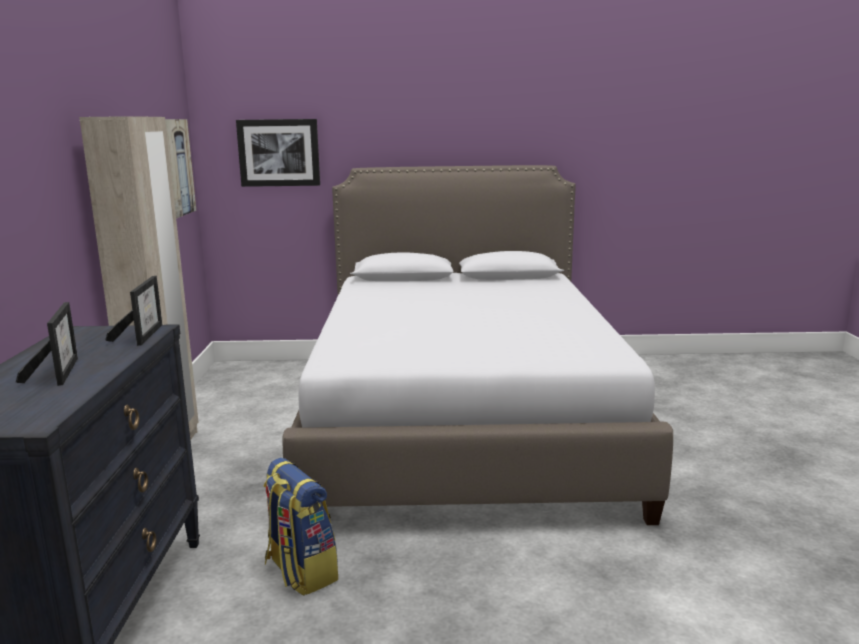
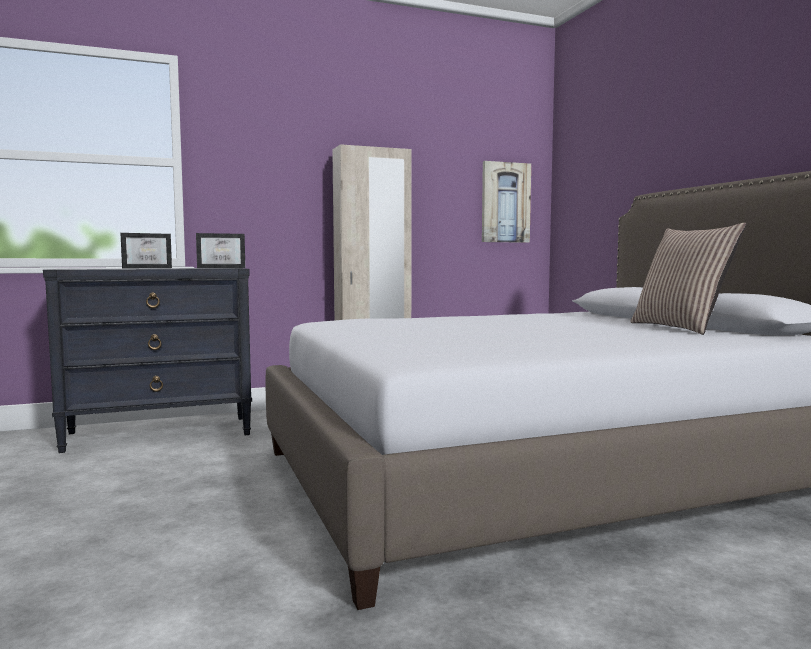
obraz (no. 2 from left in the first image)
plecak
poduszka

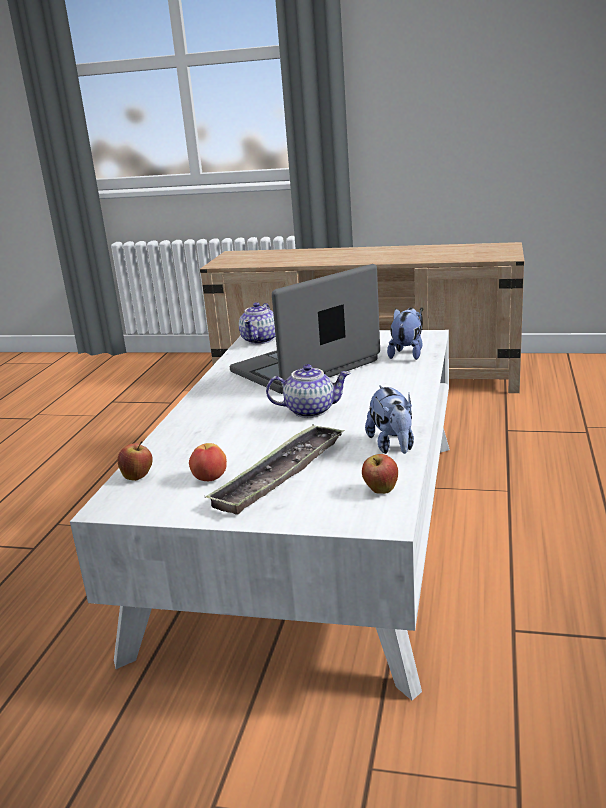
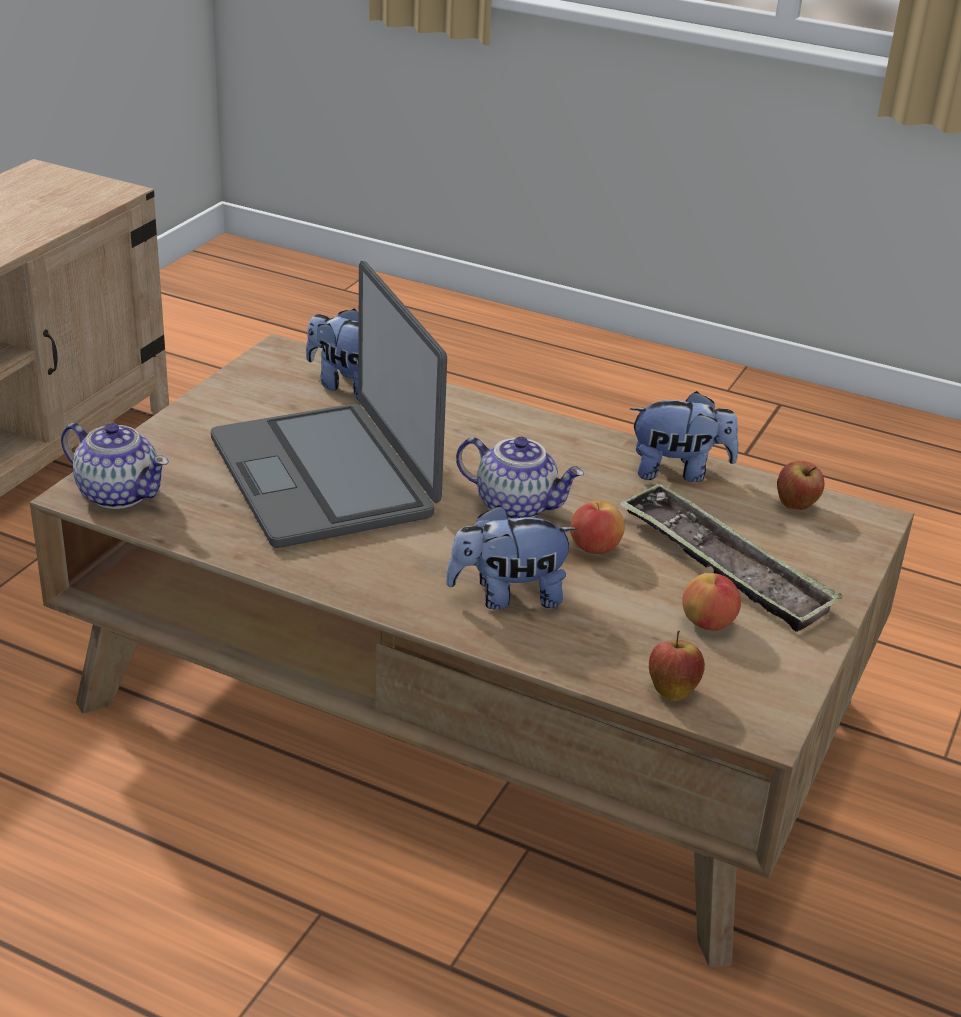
ława (brązowy)
imbryk (no. 2 from left)
jabłko (no. 1 from left)
pluszak (no. 2 from left)

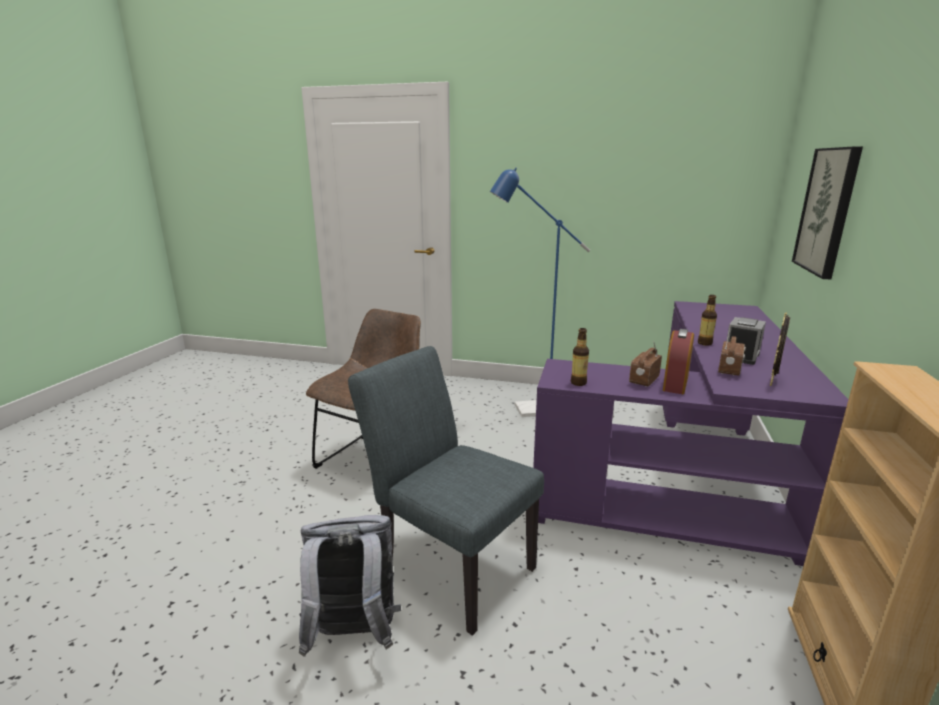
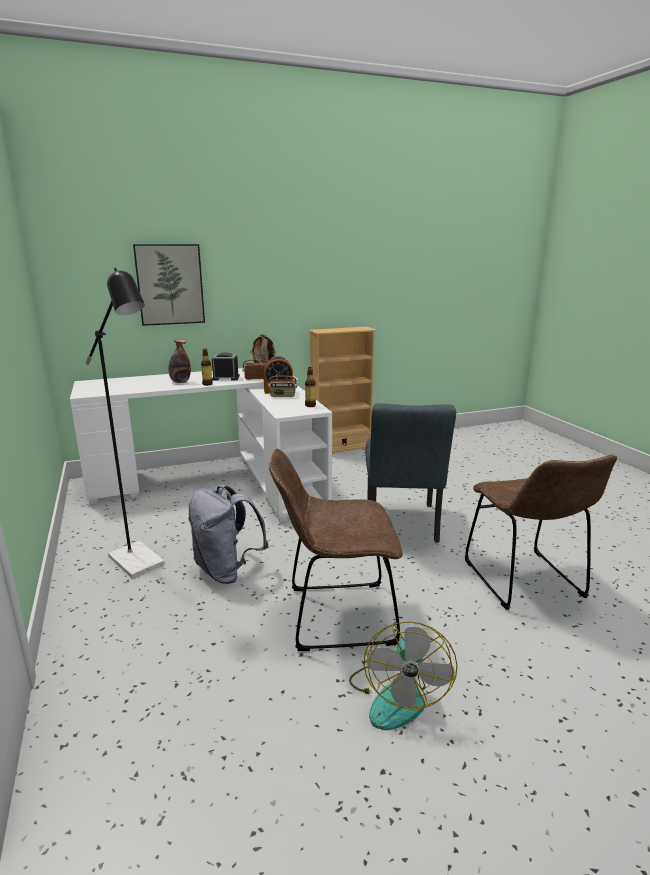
lampa stojąca (czarny)
biurko (biały)
plecak (szary)
butelka (no. 1 from left)
krzesło (brązowy) (no. 2 from left)
wentylator

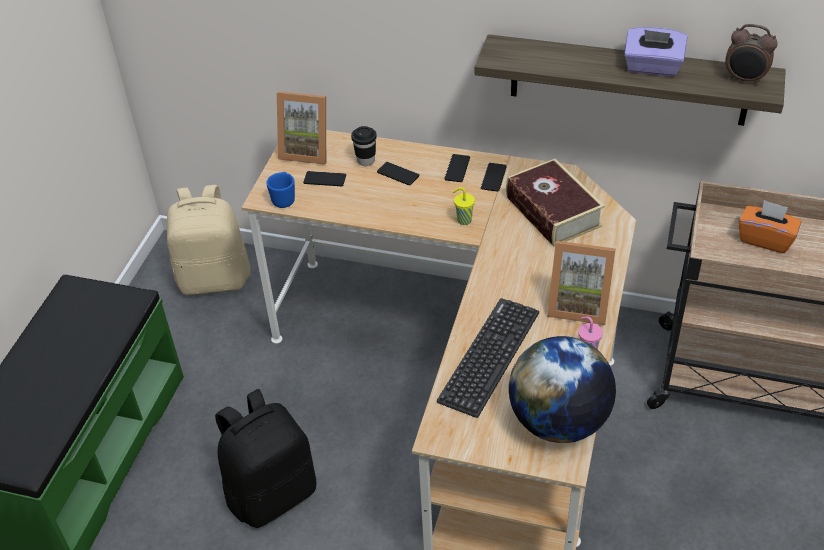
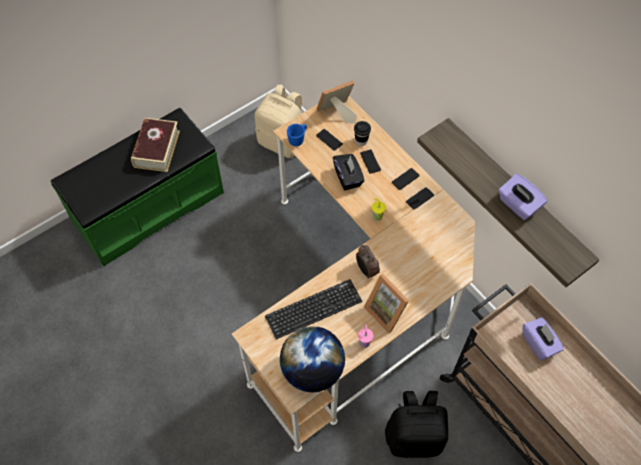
budzik
ramka na zdjęcie (no. 1 from left)
książka
pudełko chusteczek (fioletowy) (no. 2 from left)
plecak (czarny)
pudełko chusteczek (czarny)

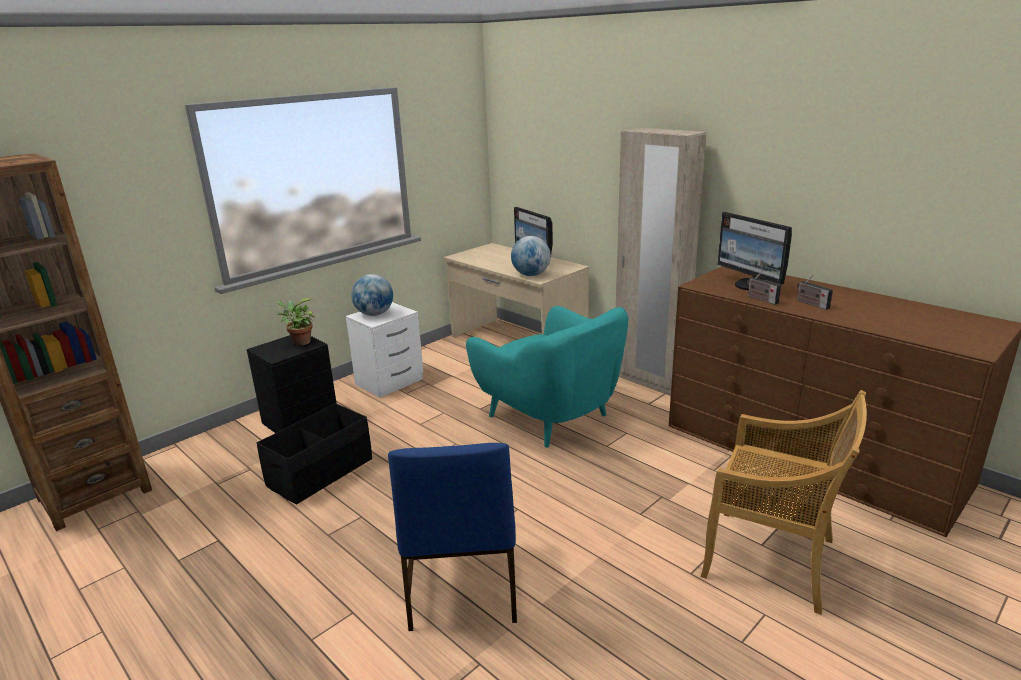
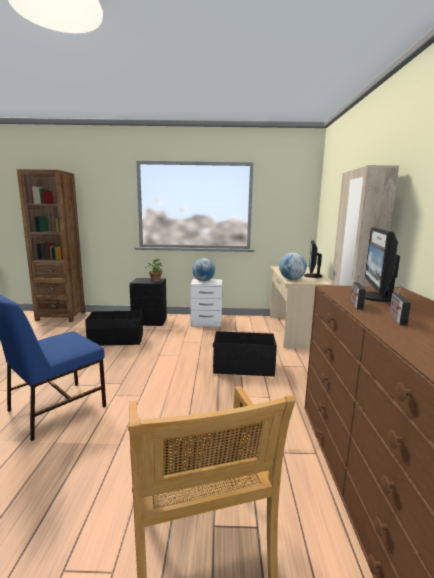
pojemnik do przechowywania (czarny) (no. 2 from left)

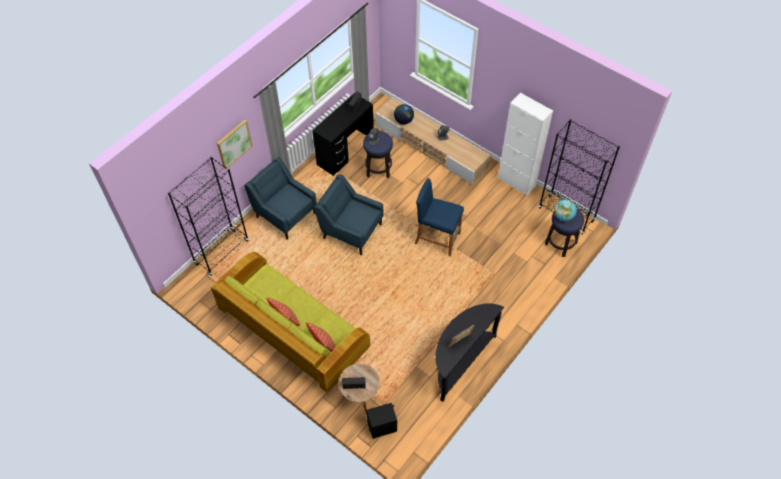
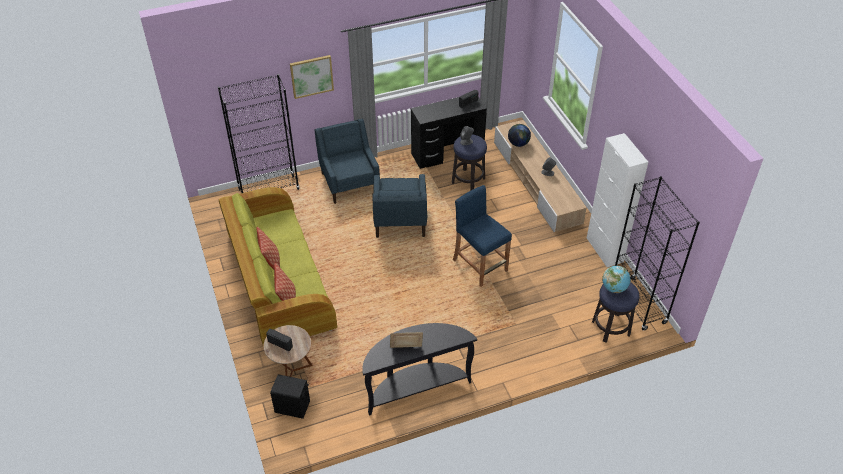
fotel (niebieski) (no. 2 from left)

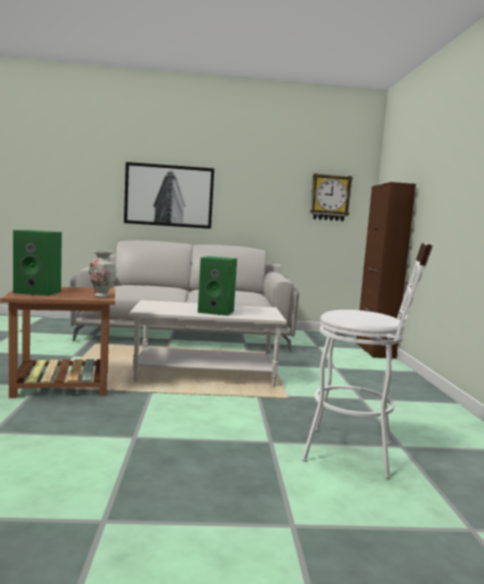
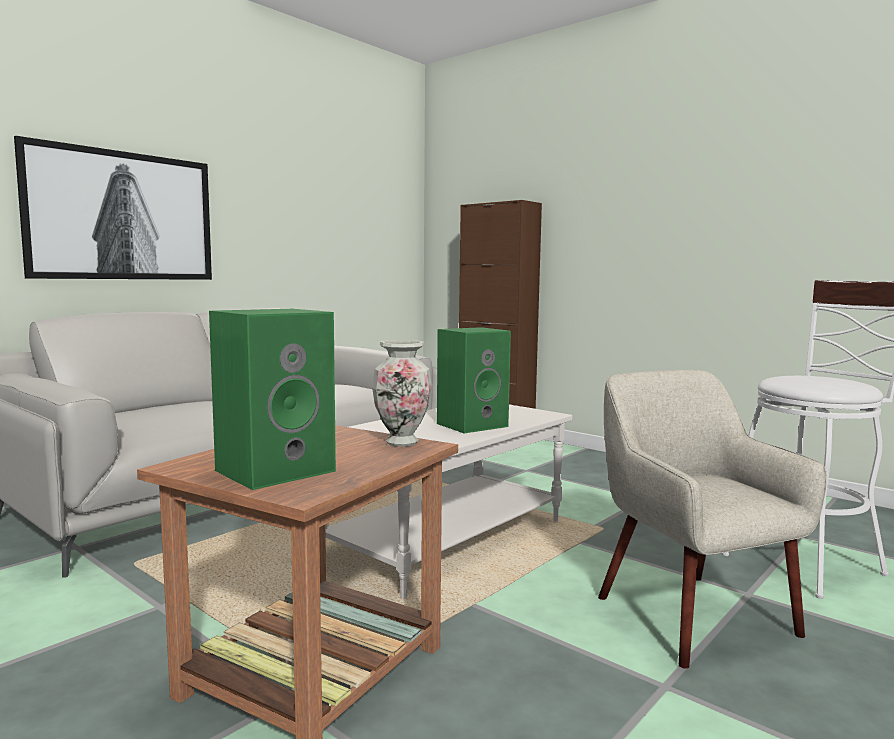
zegar ścienny
fotel (beżowy)

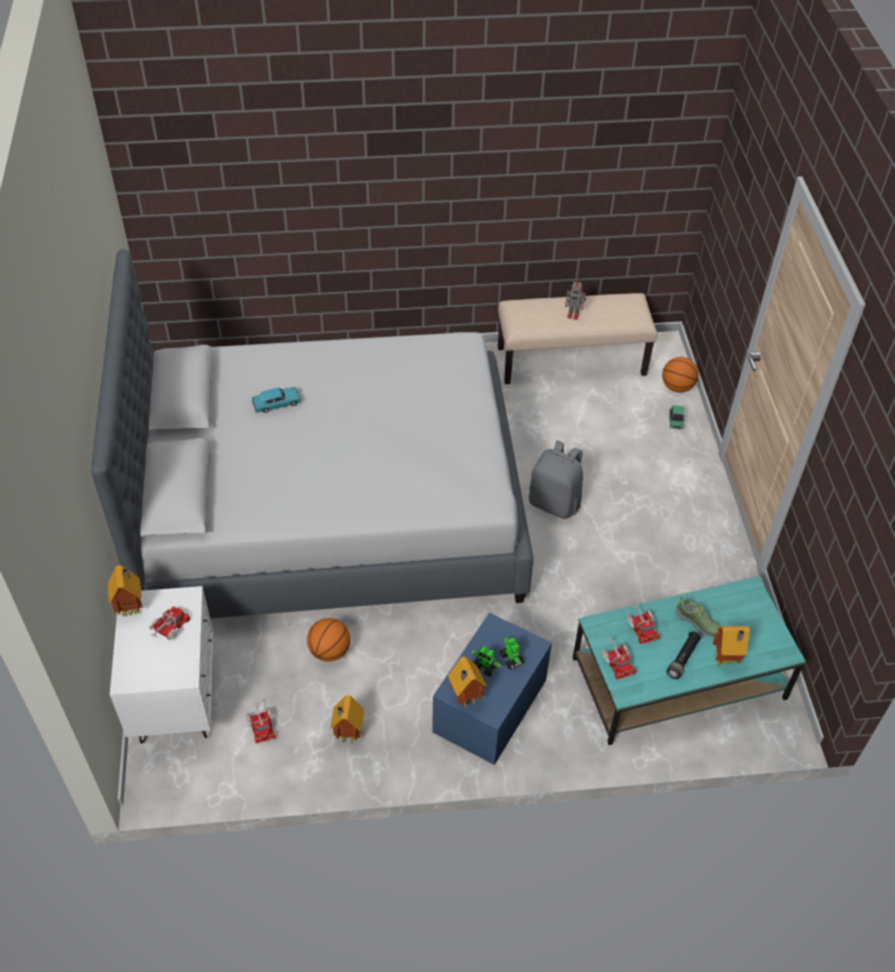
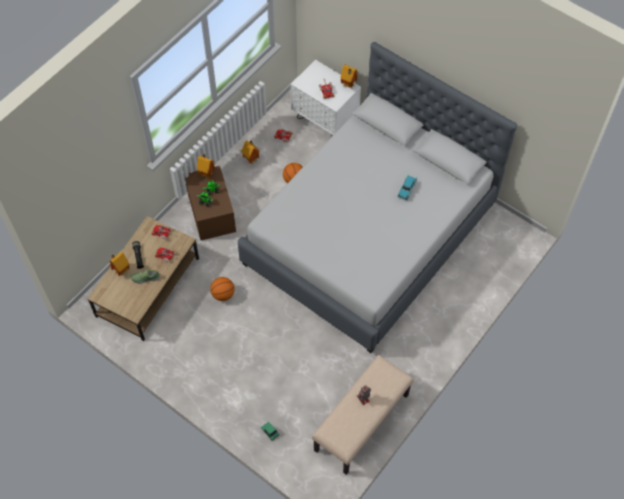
piłka do koszykówki (no. 1 from left)
plecak (szary)
ława (brązowy)
pojemnik do przechowywania (brązowy)

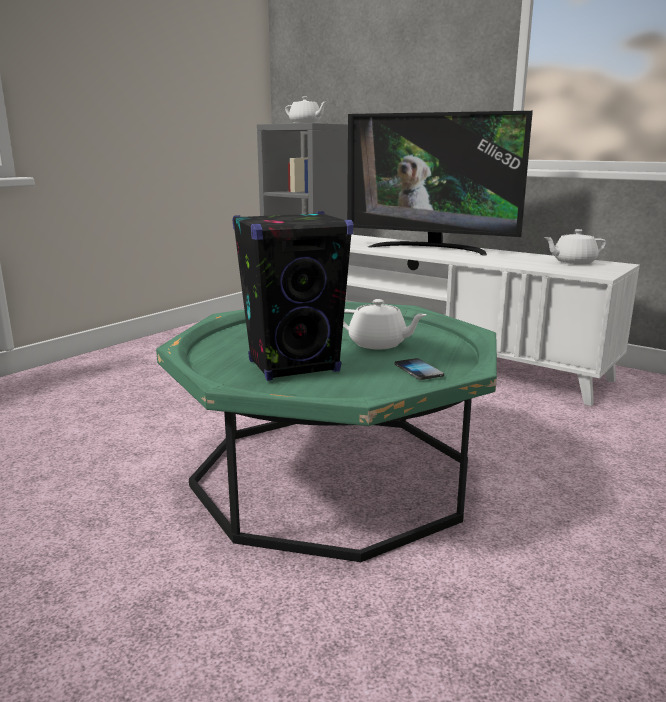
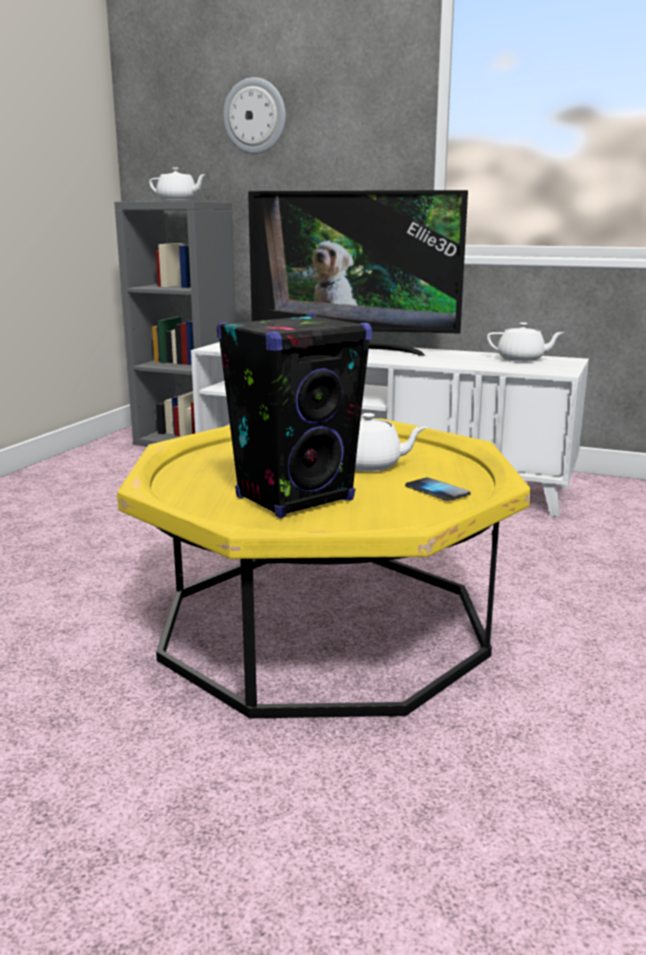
imbryk (biały) (no. 3 from left)
ława (żółty)
zegar ścienny

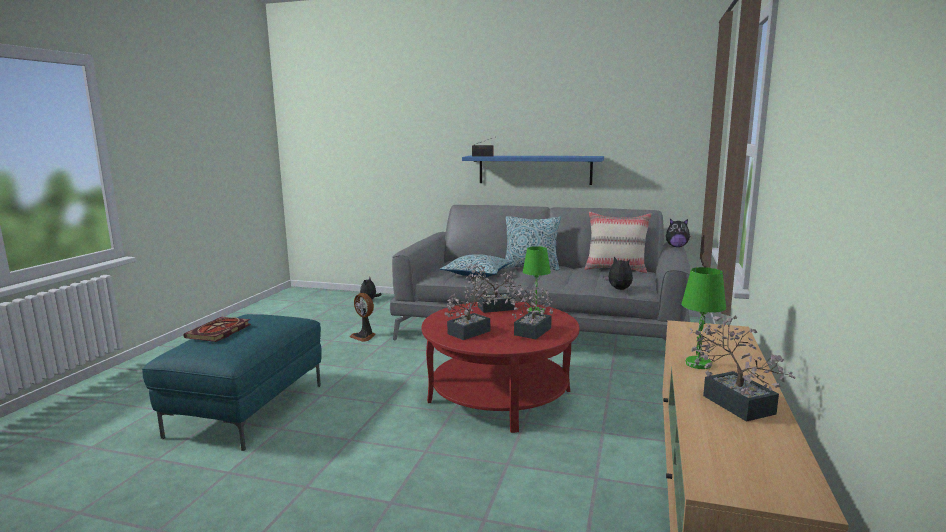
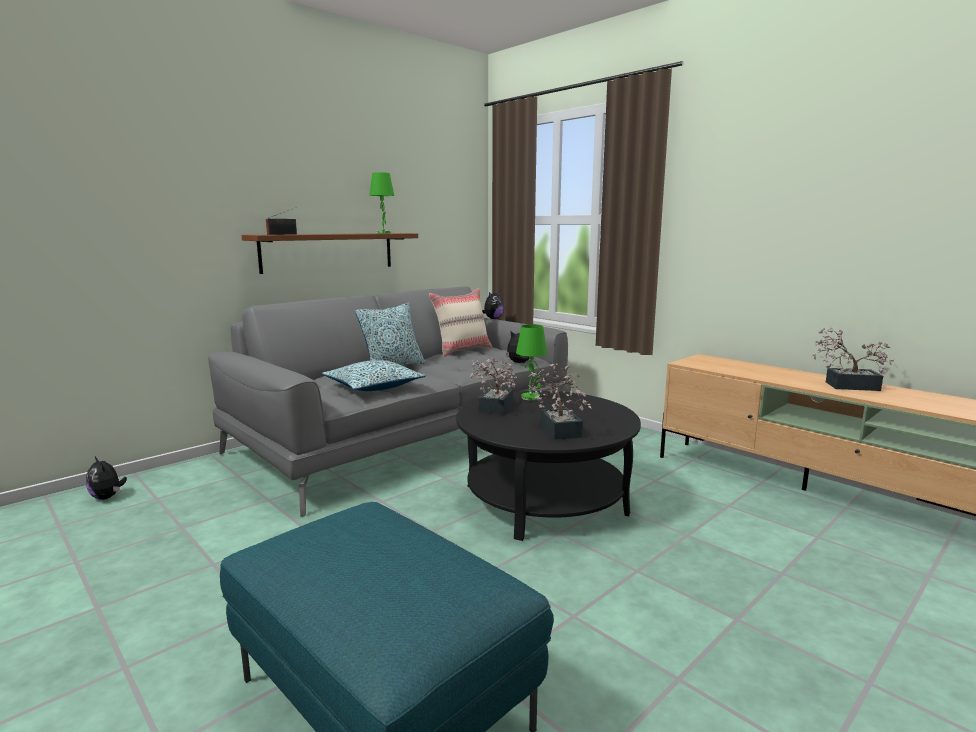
półka (brązowy)
lampa stołowa (zielony) (no. 1 from left)
roślina doniczkowa (no. 3 from left in the first image)
wentylator
ława (czarny)
książka

